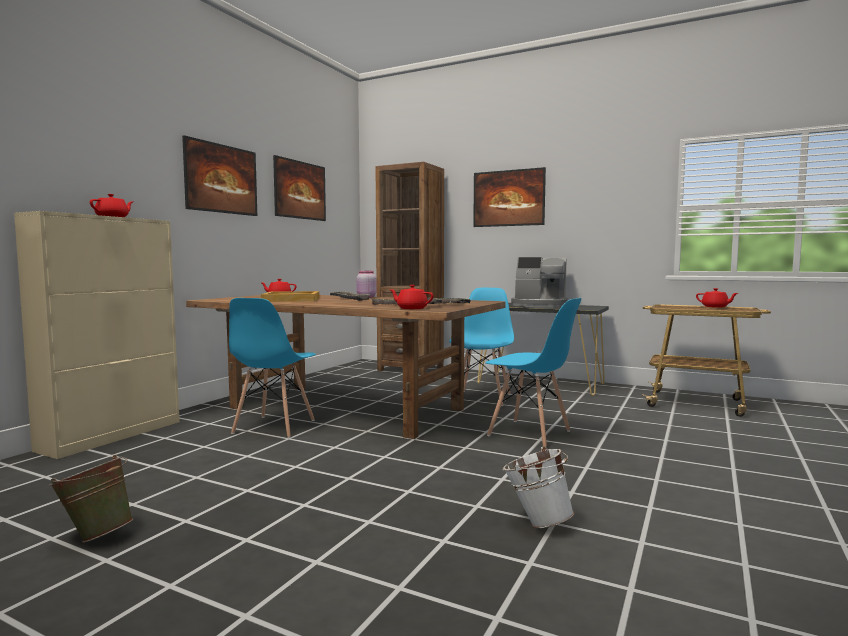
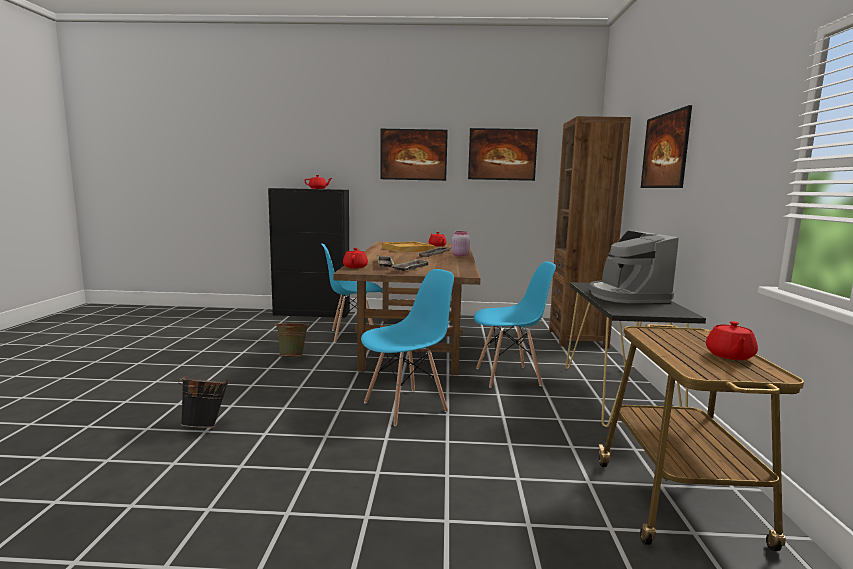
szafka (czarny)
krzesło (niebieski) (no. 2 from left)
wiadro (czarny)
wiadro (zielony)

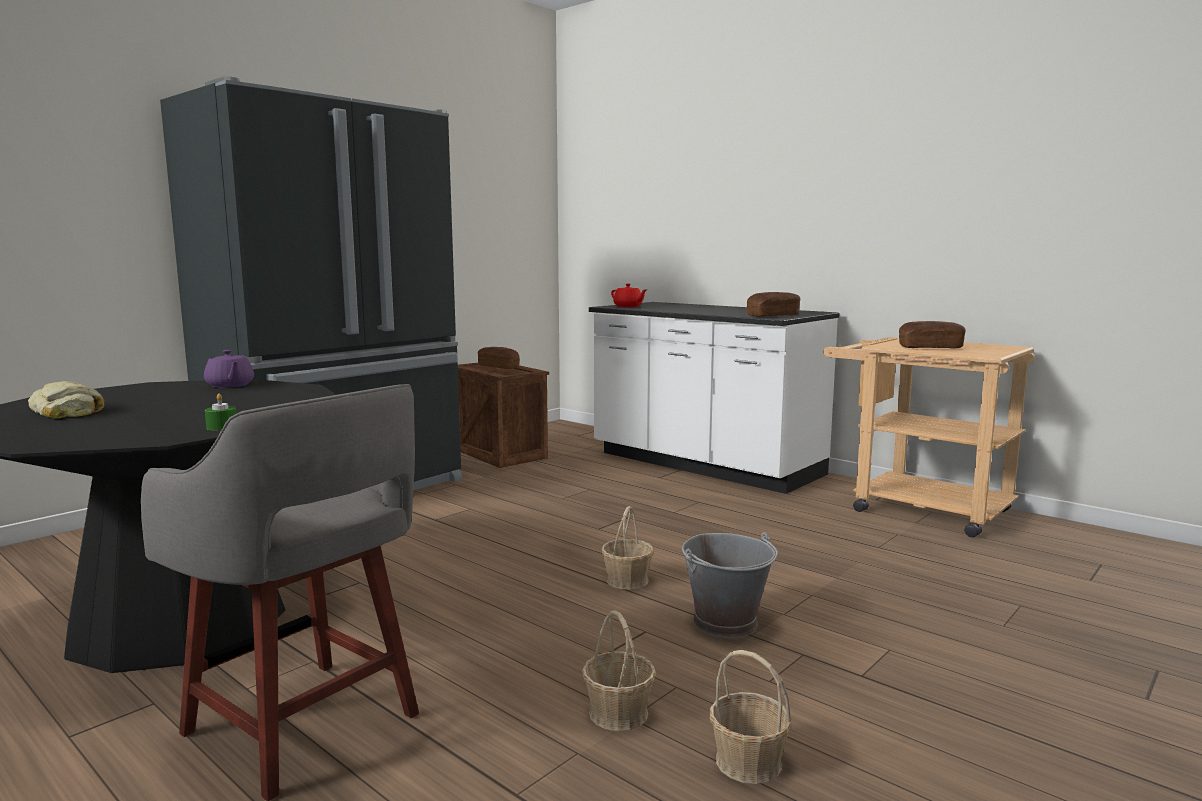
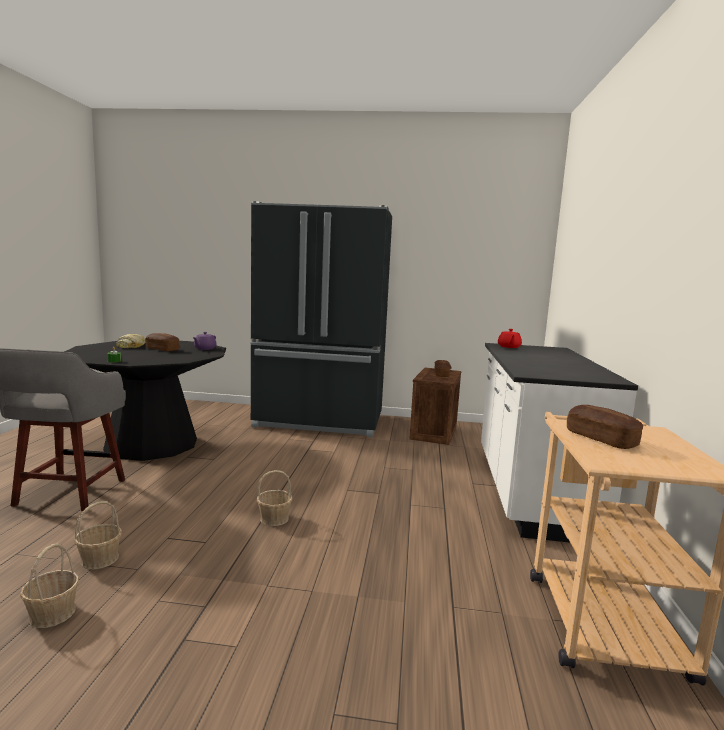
chleb (no. 2 from left)
wiadro (szary)

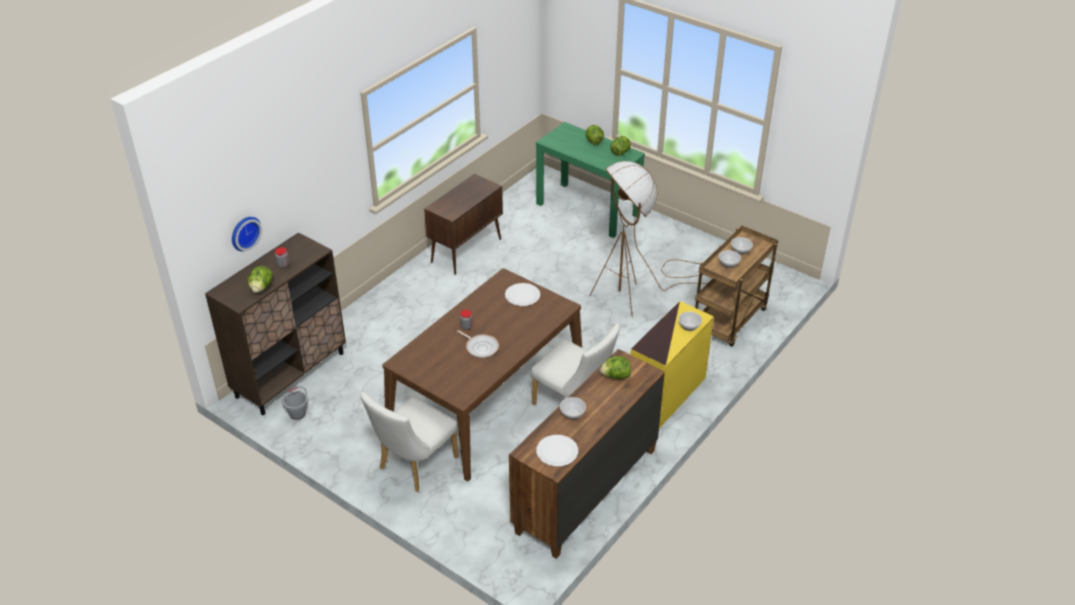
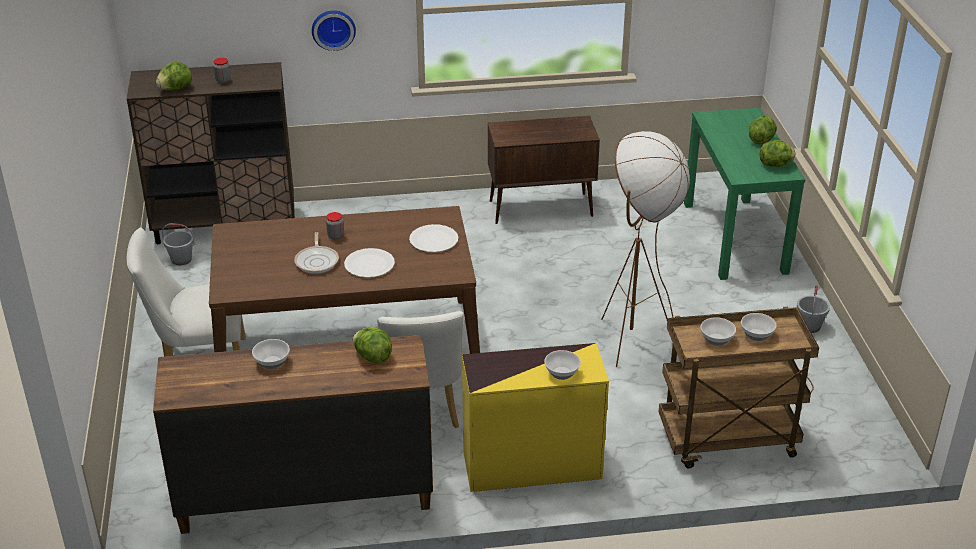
zegar ścienny
talerz (biały) (no. 1 from left)
wiadro (szary) (no. 2 from left)

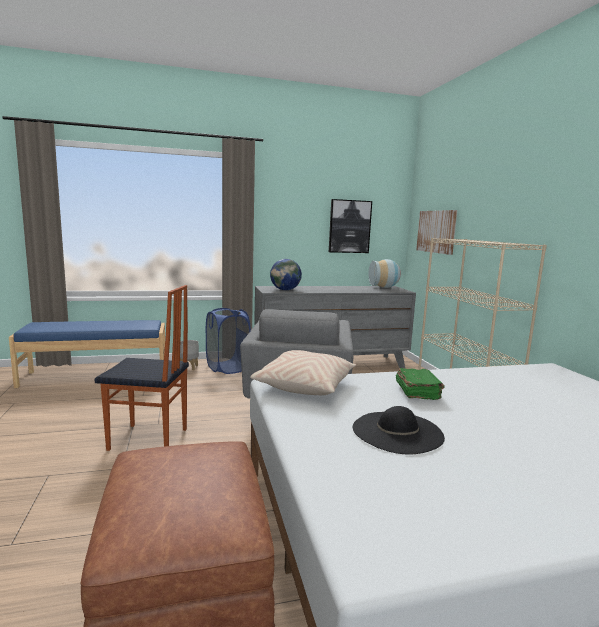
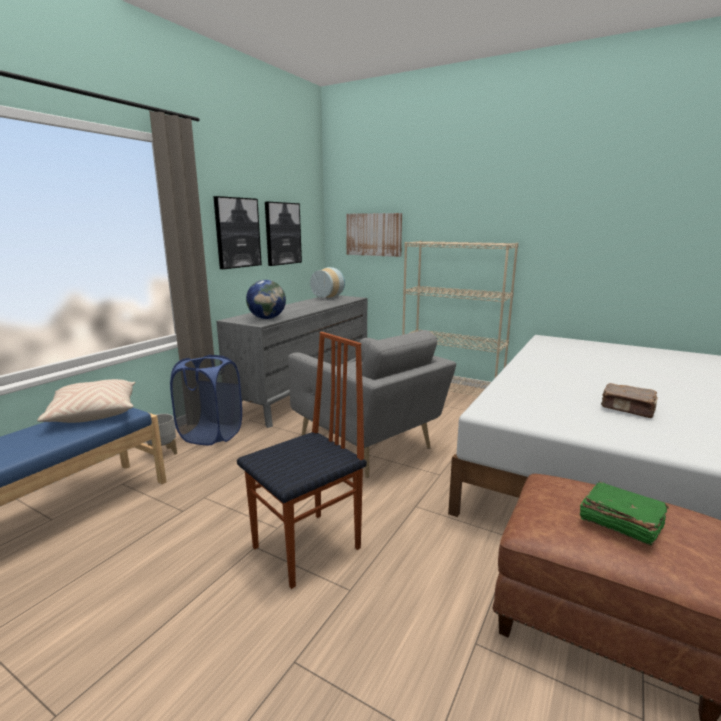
poduszka (beżowy)
książka (zielony)
książka (brązowy)
obraz (no. 1 from left)

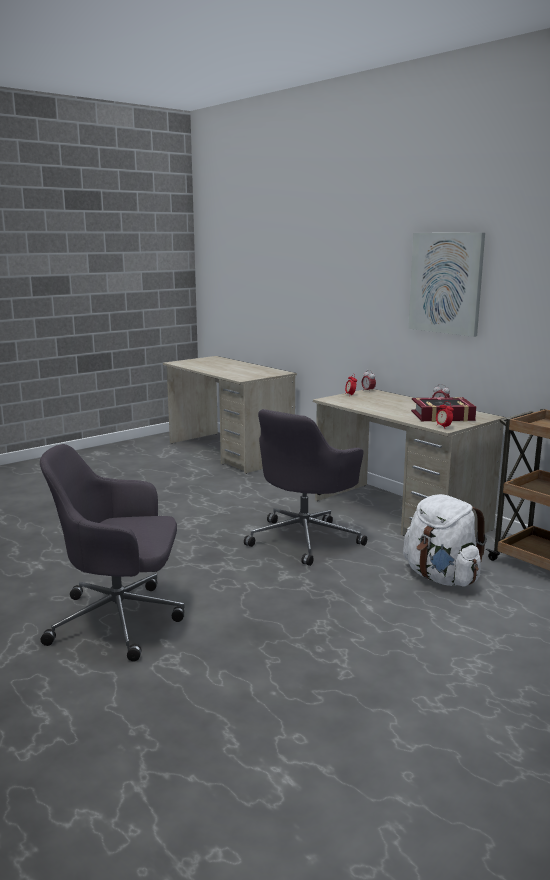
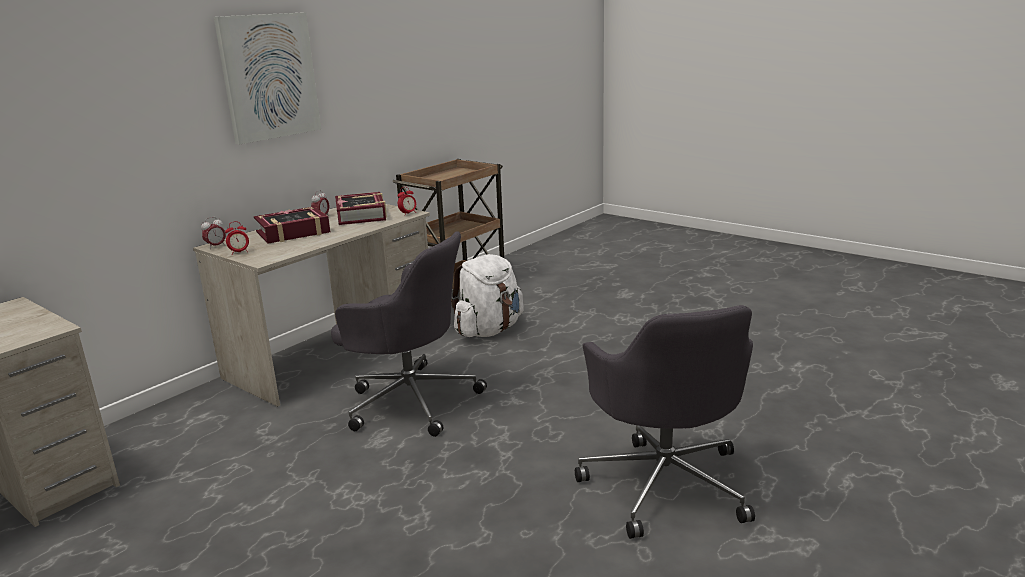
książka (no. 1 from left)

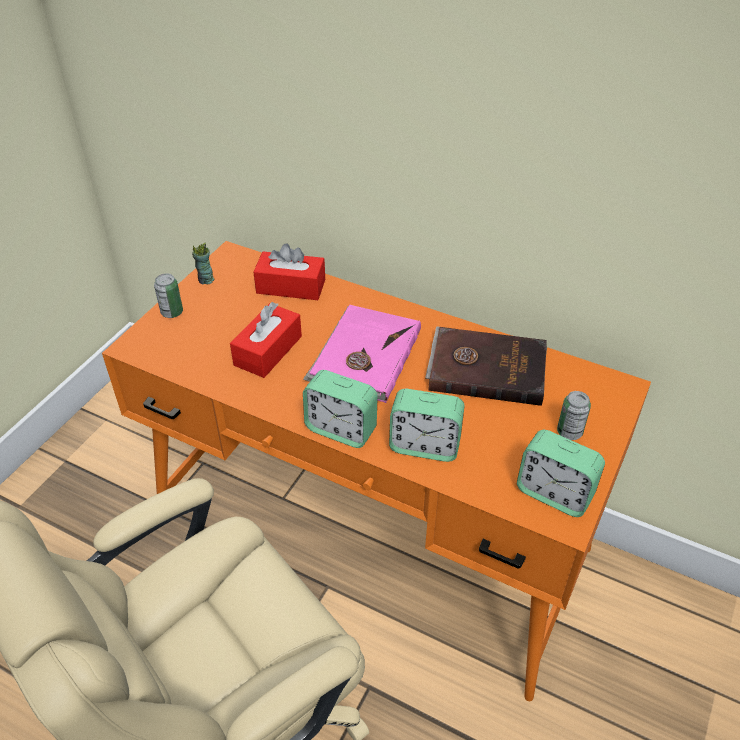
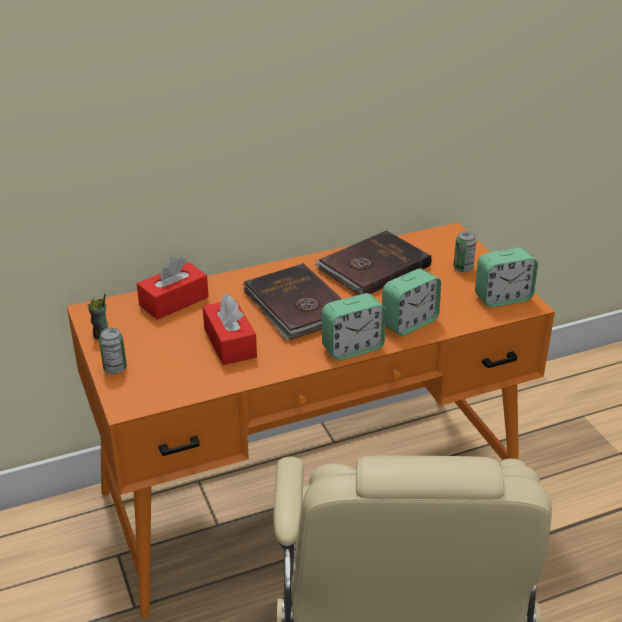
książka (brązowy) (no. 1 from left)

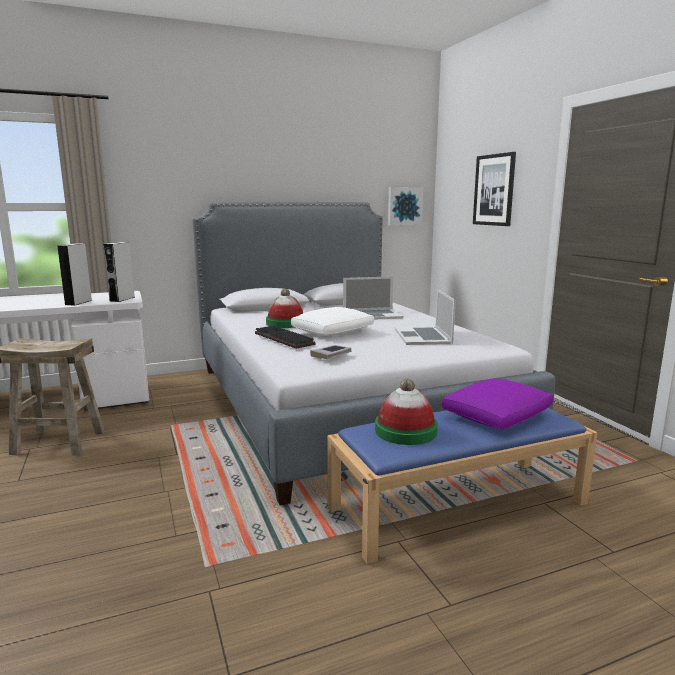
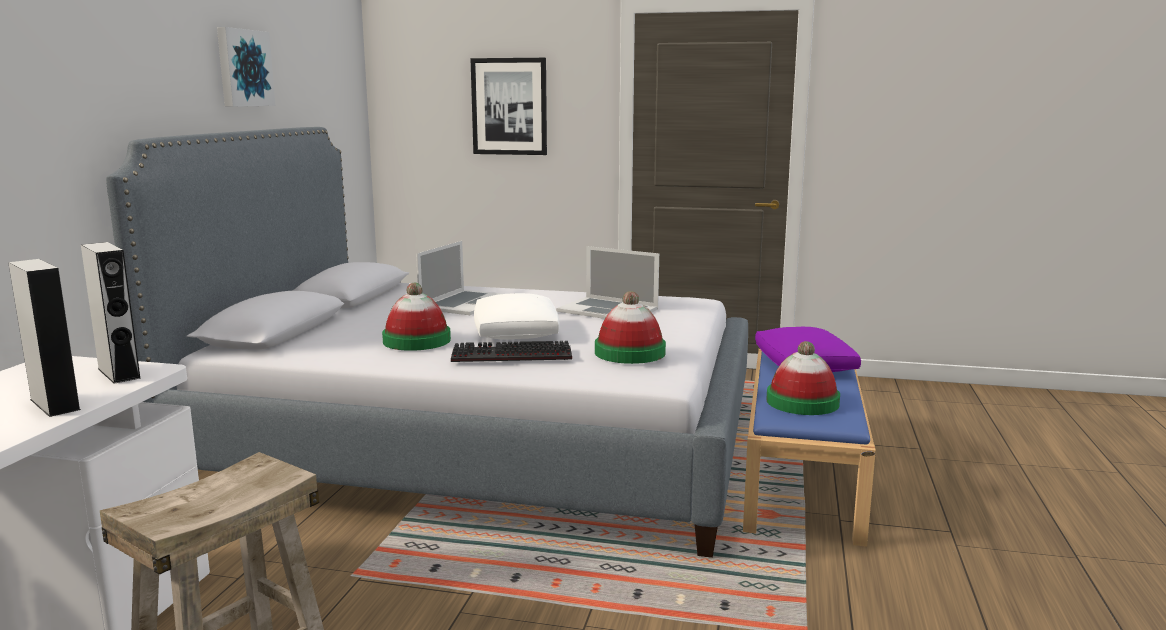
obraz (no. 1 from left)
kapelusz (no. 2 from left)

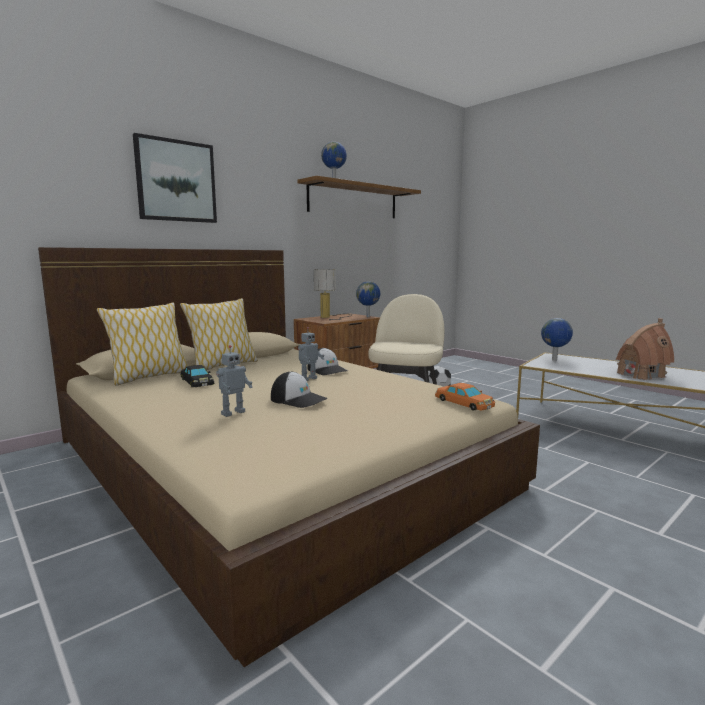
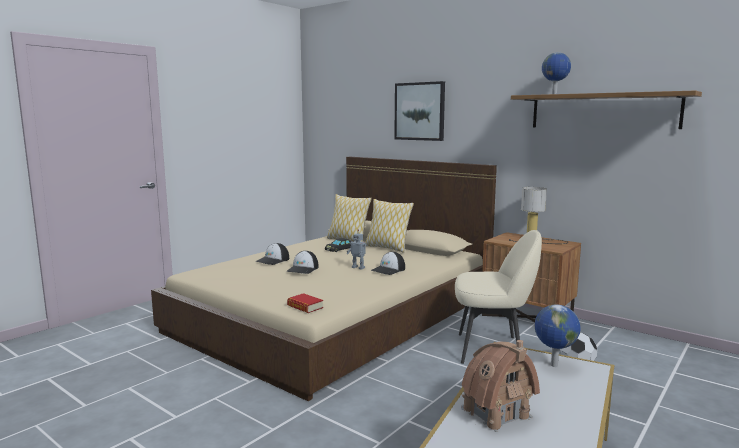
globus (no. 2 from left in the first image)
czapka z daszkiem (no. 1 from left)
książka

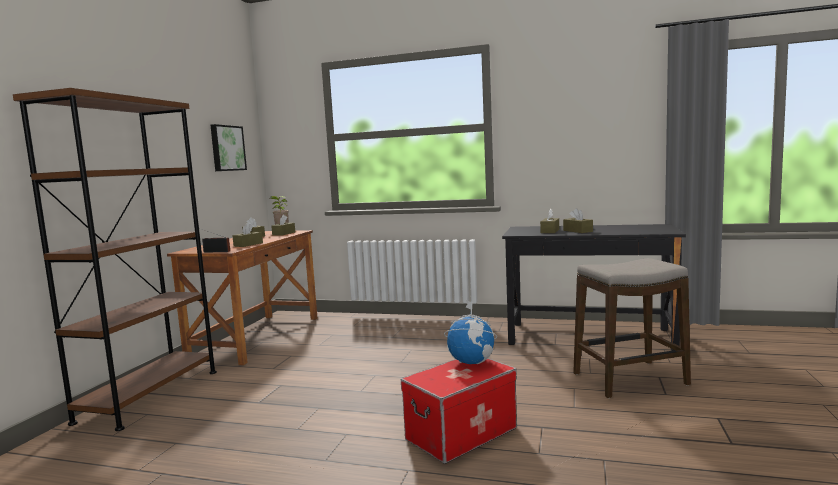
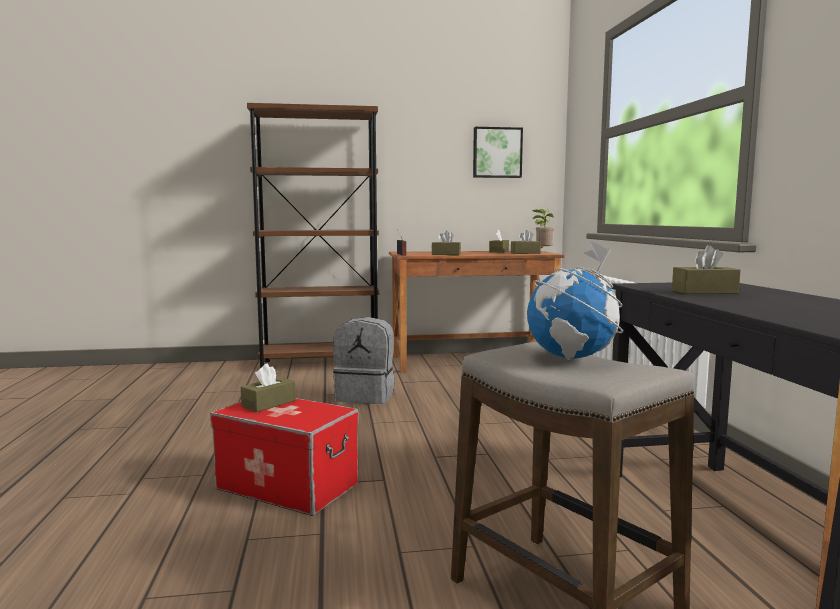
pudełko chusteczek (brązowy) (no. 1 from left)
globus
plecak (szary)

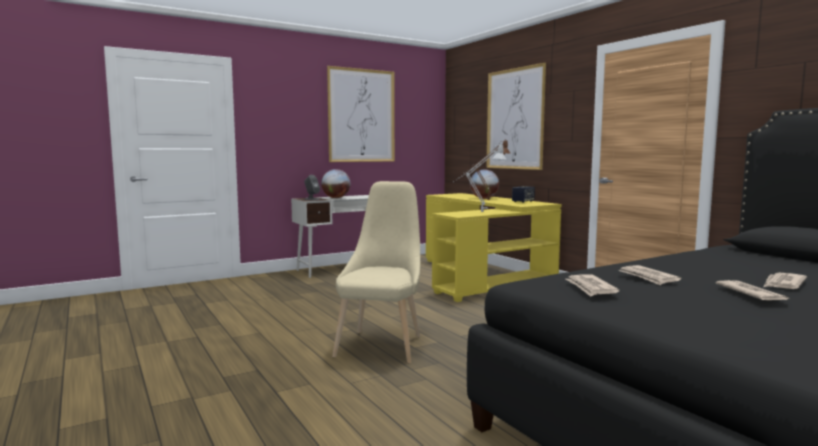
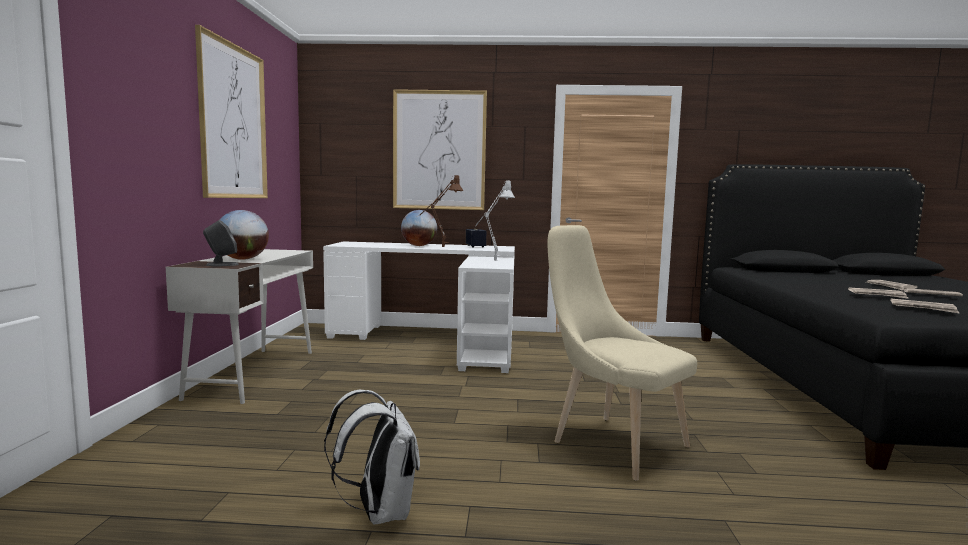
biurko (biały) (no. 2 from left)
plecak (biały)

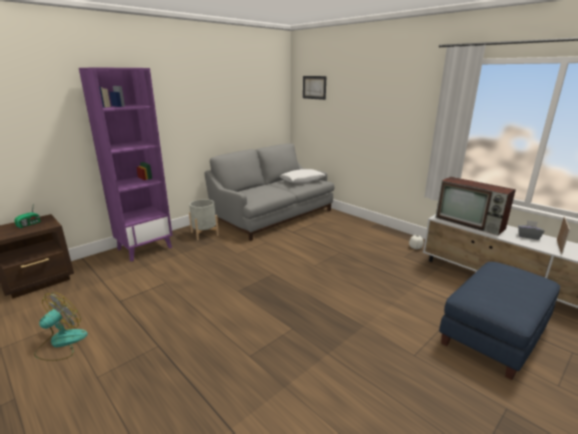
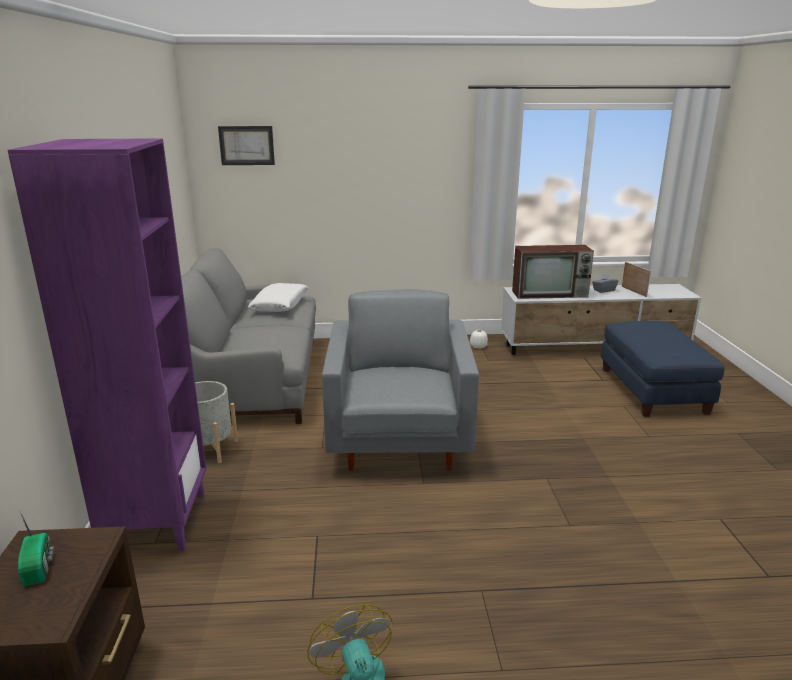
fotel (szary)

